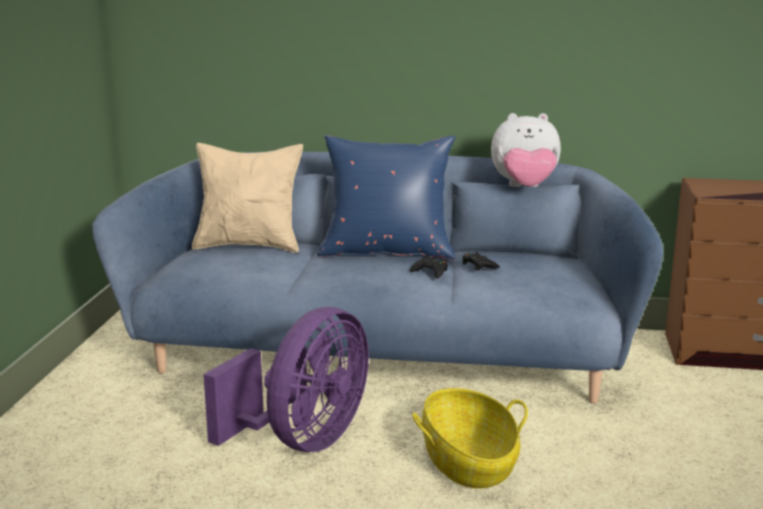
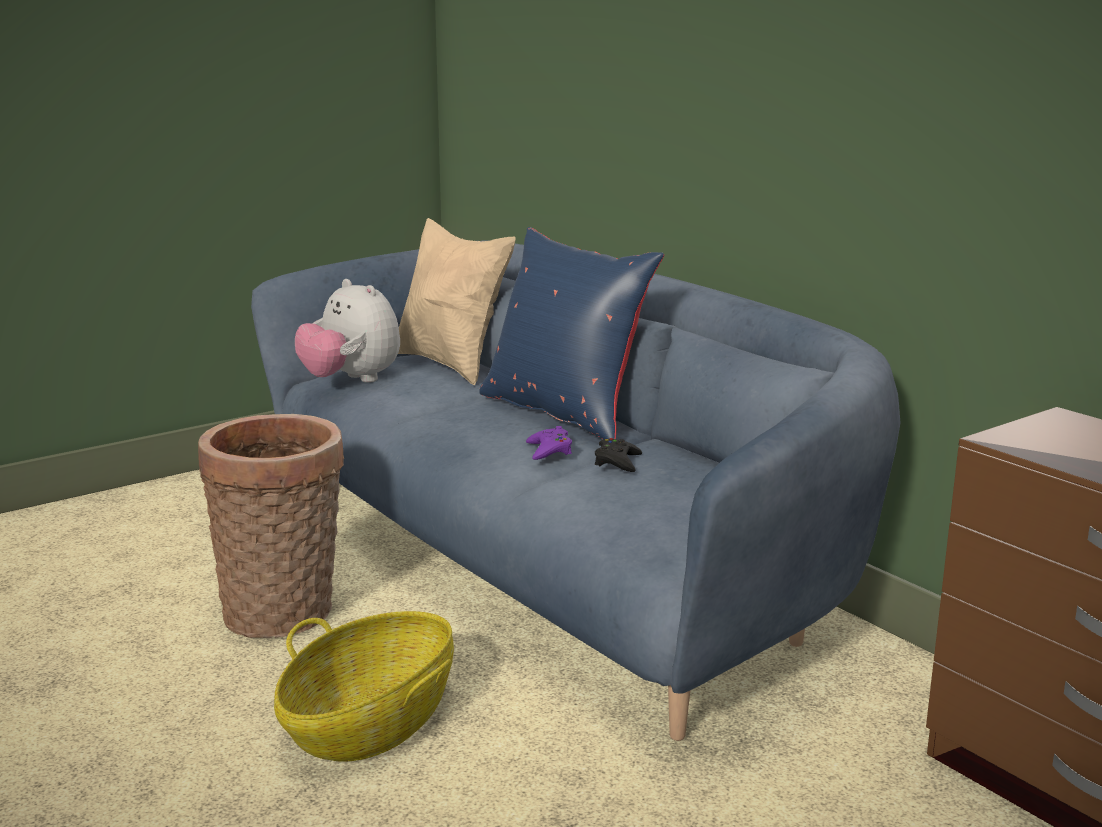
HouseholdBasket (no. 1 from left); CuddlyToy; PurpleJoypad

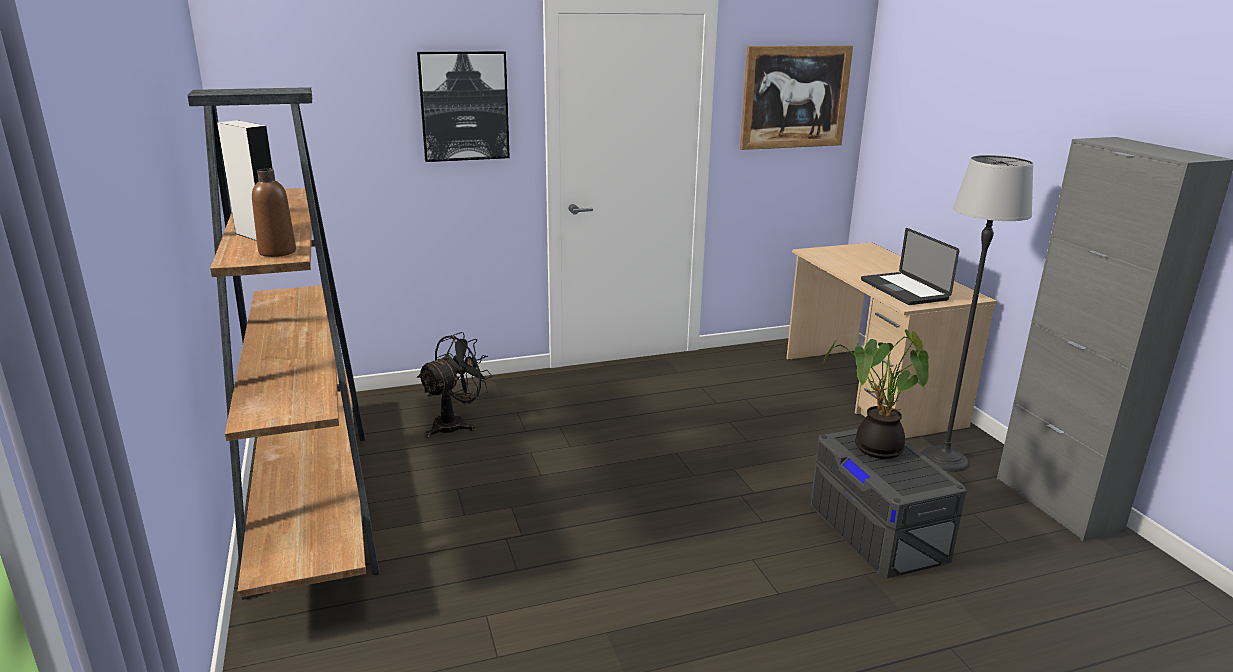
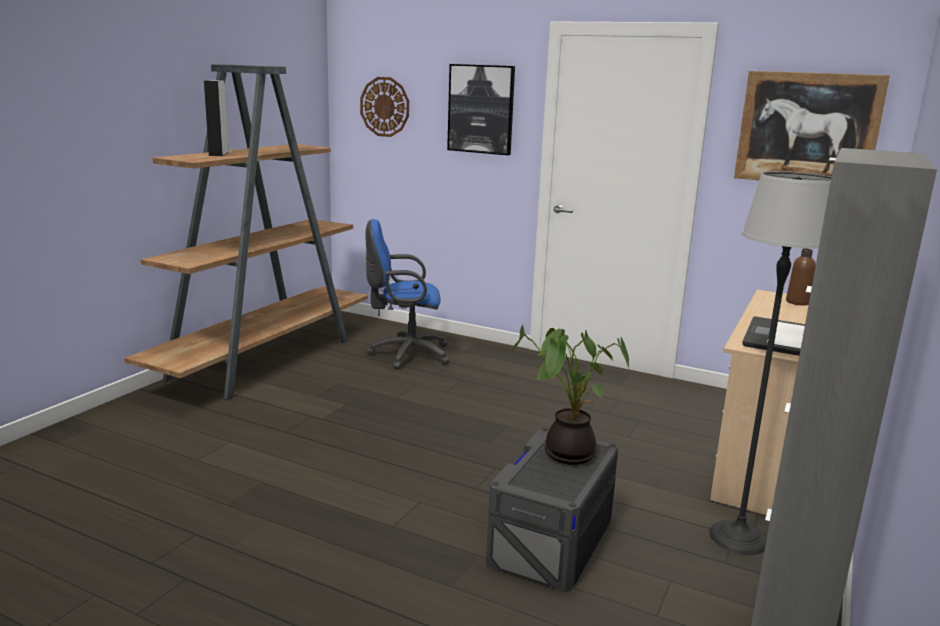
HangingClock; BluishDeskChair; BrownBottle

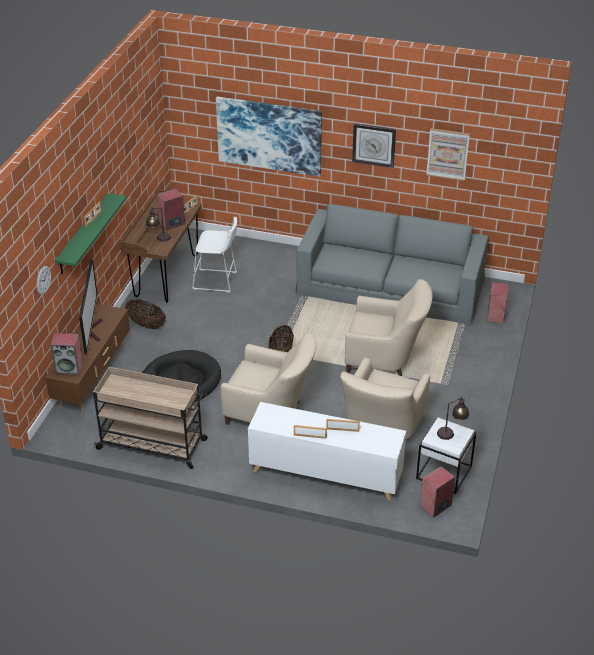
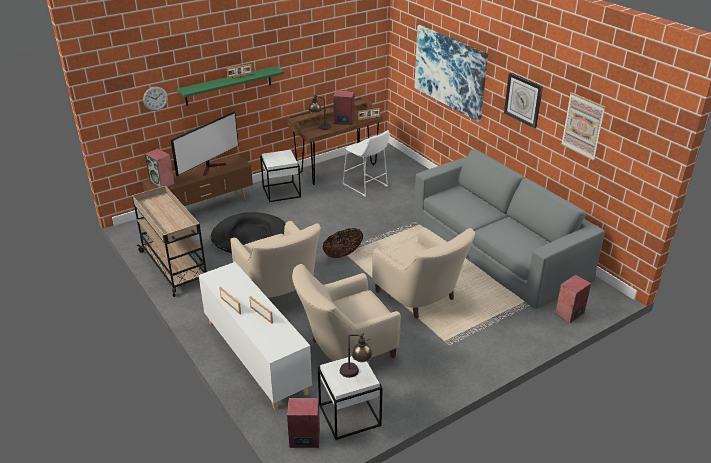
WhiteColouredAccentTable (no. 1 from left)

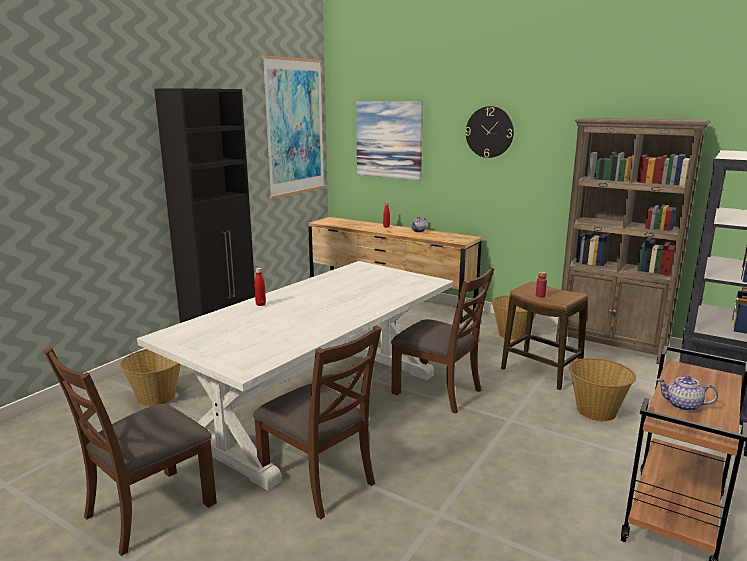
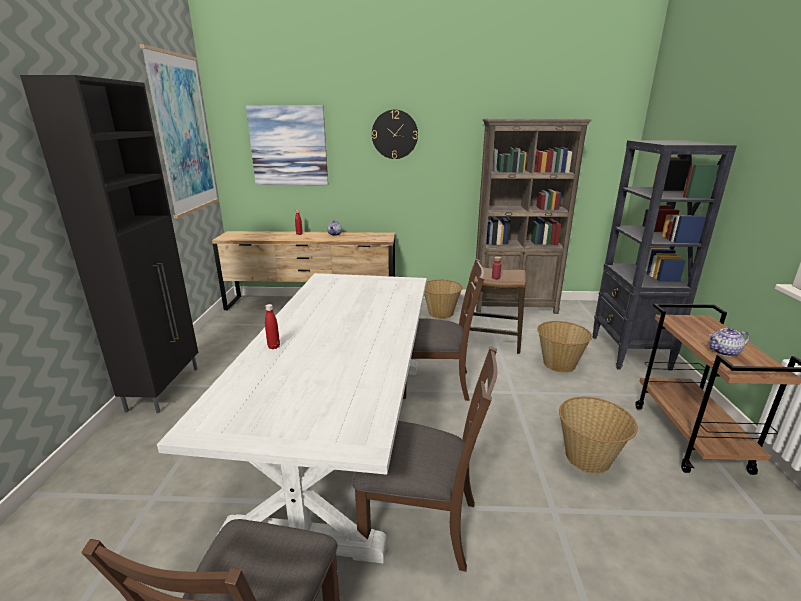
HouseholdBasket (no. 3 from left)

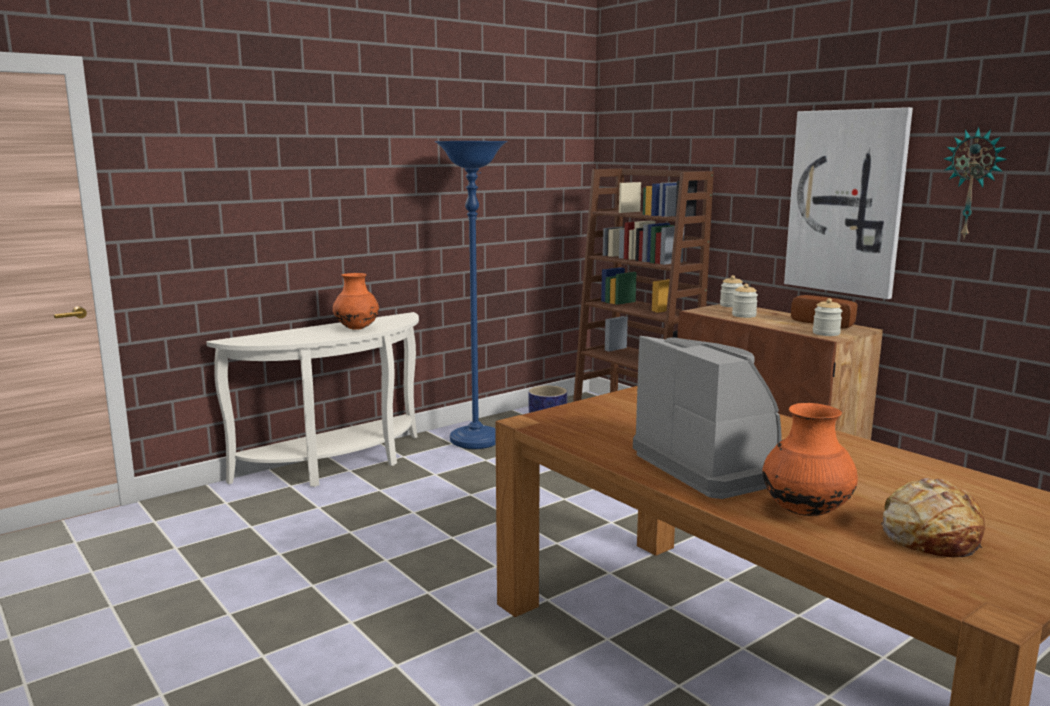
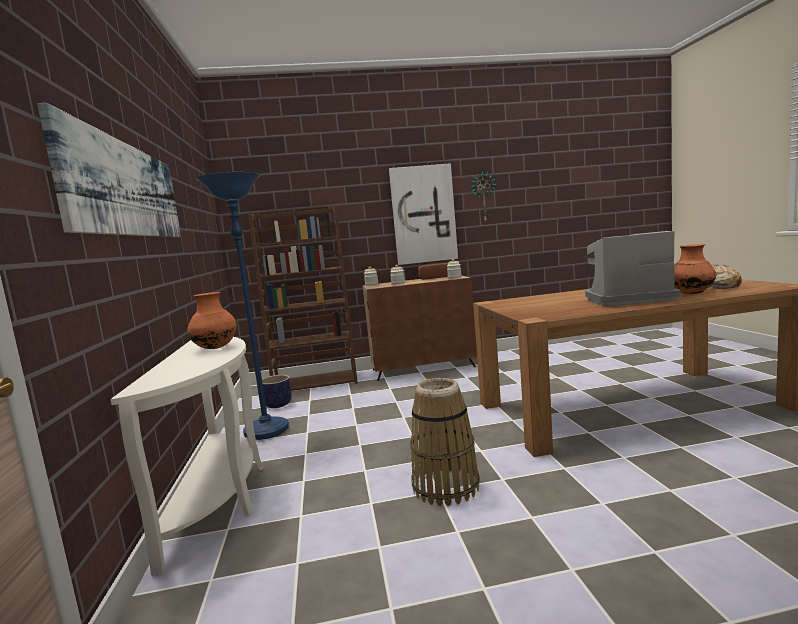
Picture (no. 1 from left); HouseholdBasket

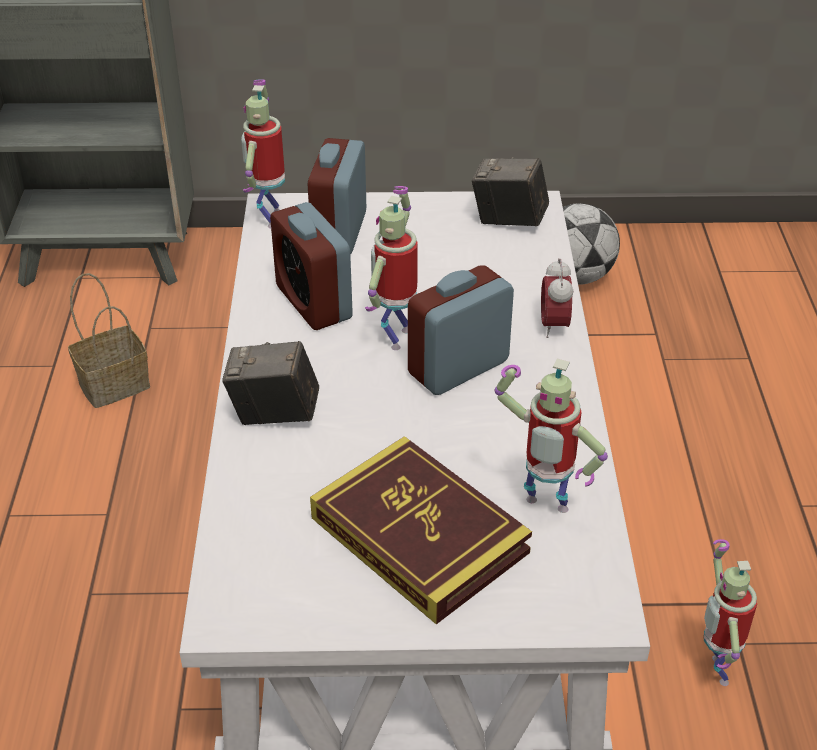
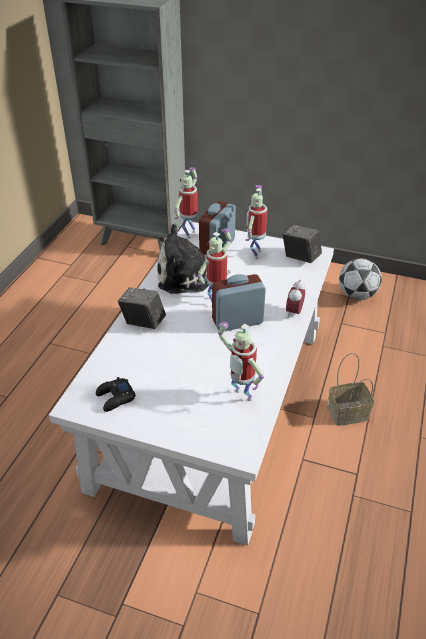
BlackColouredJoypad; CuddlyToy; ModelRobot (no. 4 from left); HouseholdBasket; BoundBook

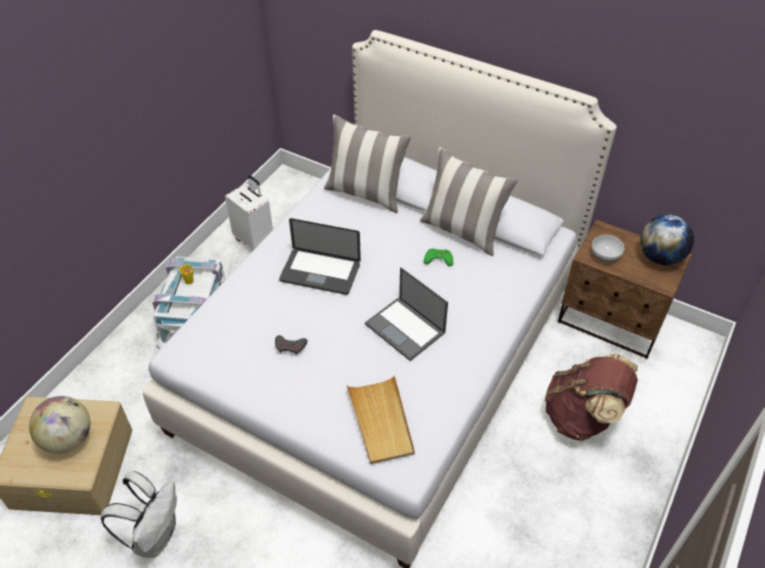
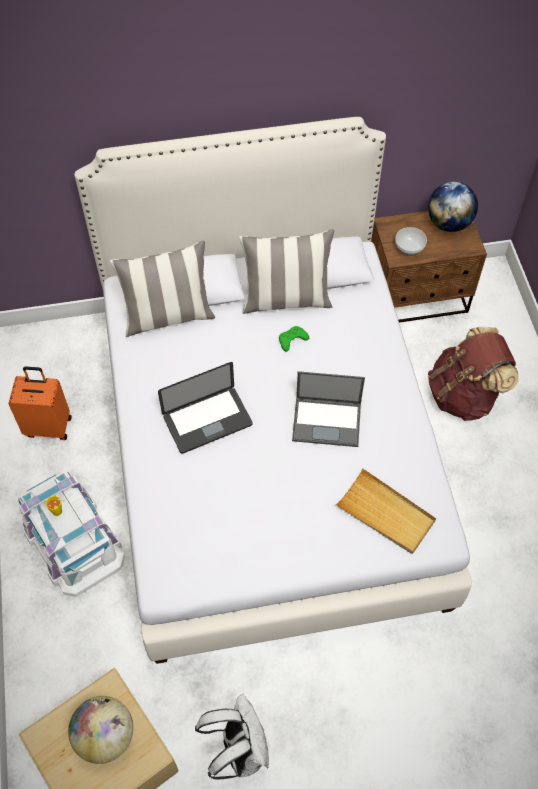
OrangeyTravelCase; GreyishJoypad

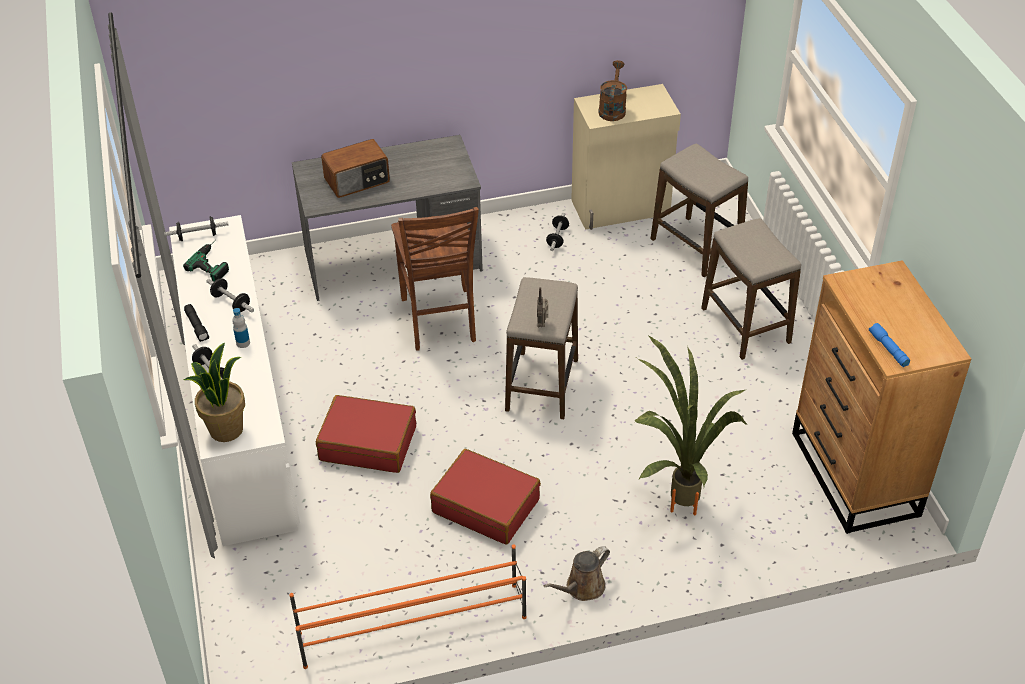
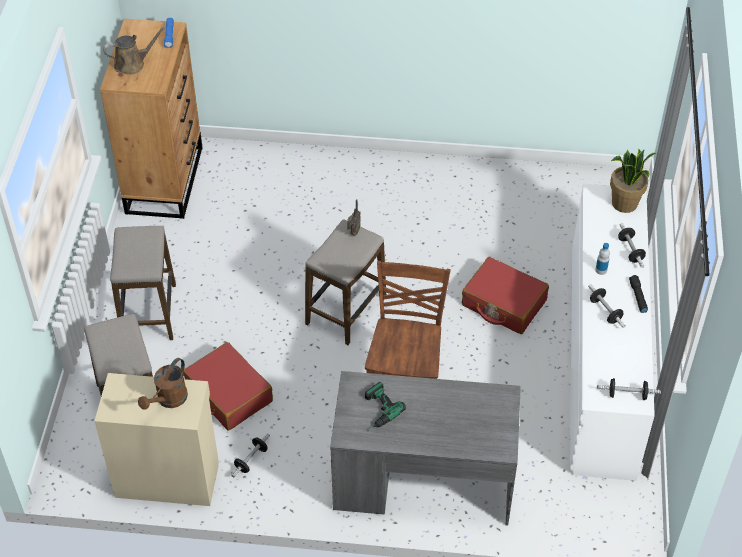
BrownWateringPot (no. 1 from left); ReddishTravelCase (no. 1 from left); Drill; OrangeyShoeShelf; RadioReceiver (no. 1 from left in the first image); PottedPlant (no. 2 from left in the first image)

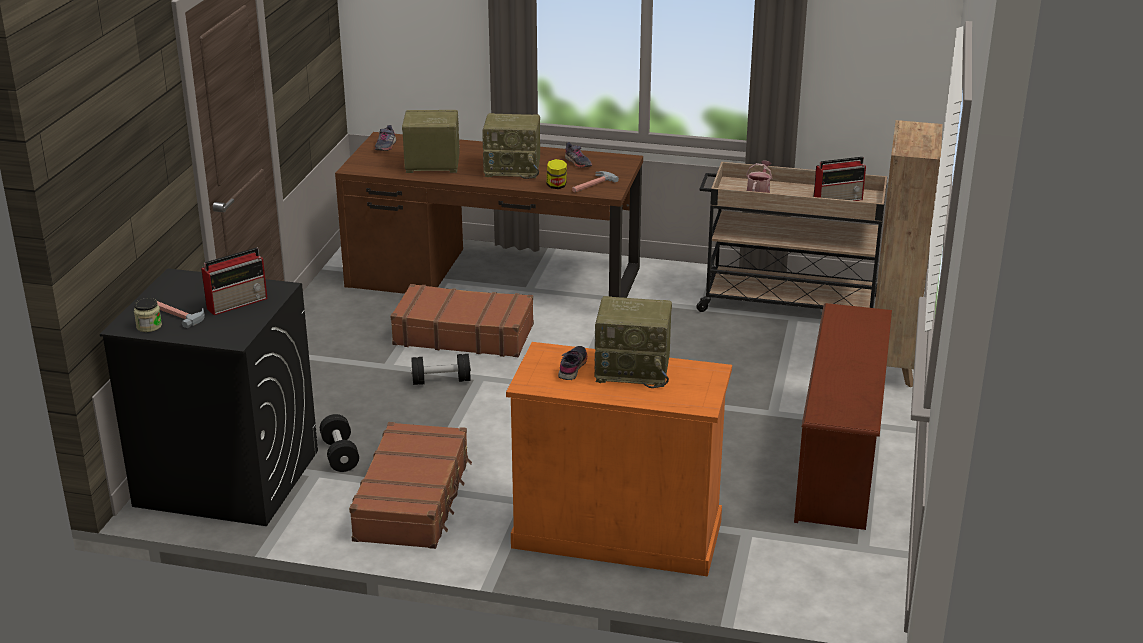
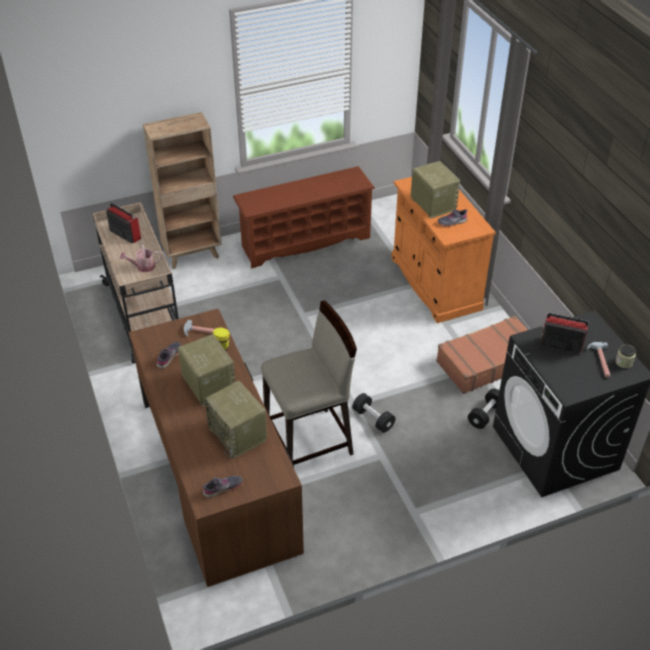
SandColouredSittingStool

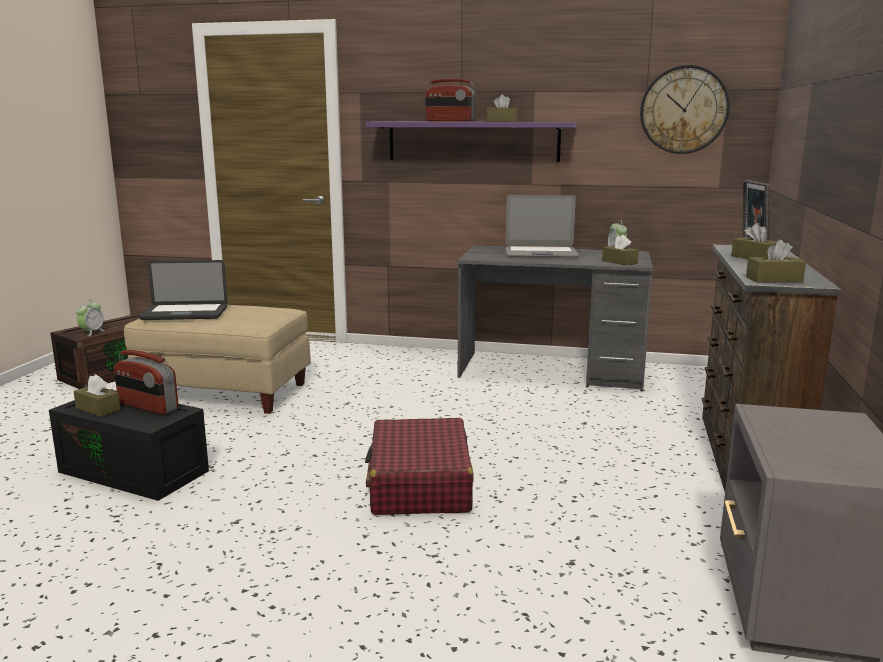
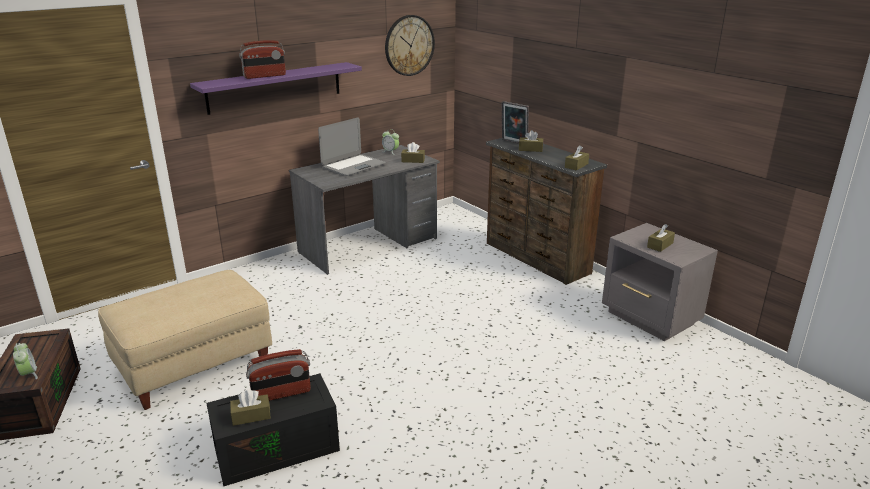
BrownBoxOfTissues (no. 5 from left); PortableComputer (no. 1 from left in the first image); ReddishTravelCase

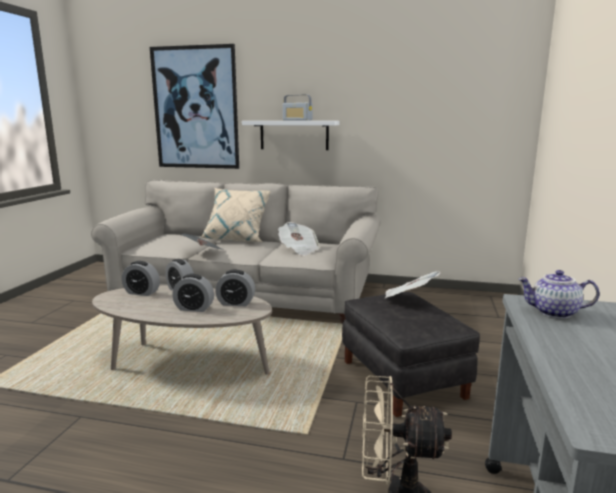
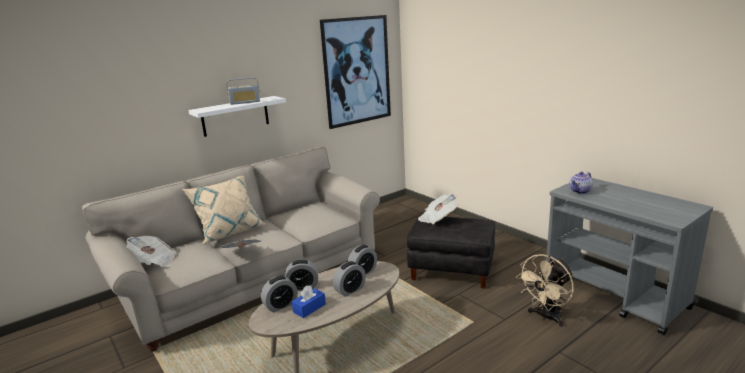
DailyPaper (no. 1 from left); BluishBoxOfTissues; Picture

